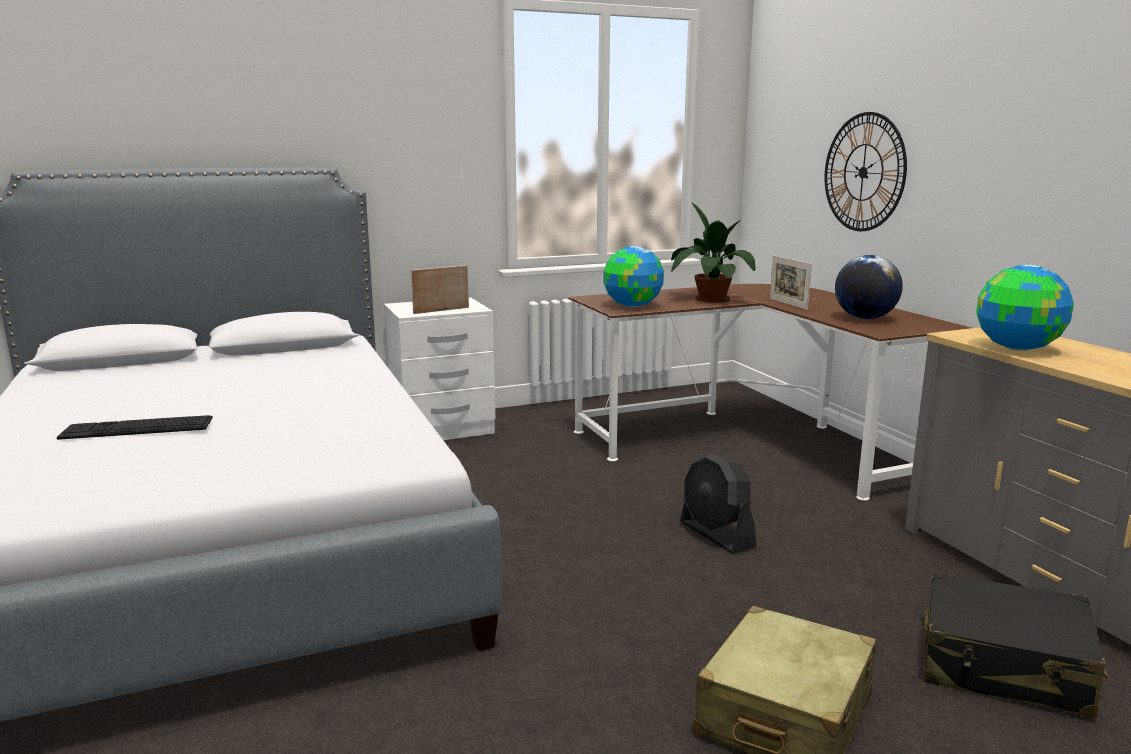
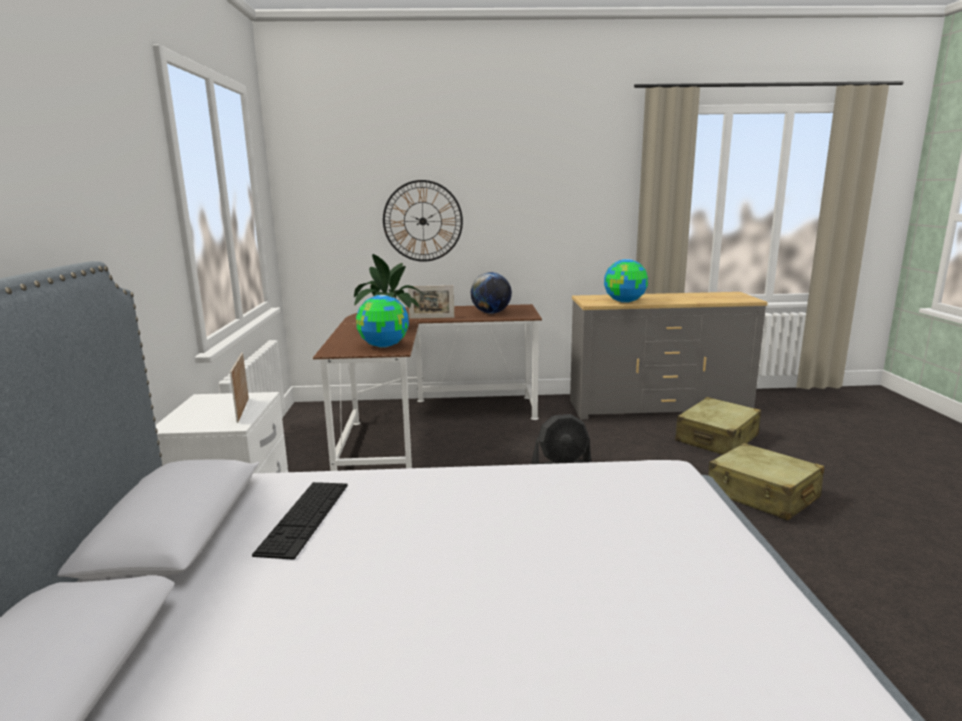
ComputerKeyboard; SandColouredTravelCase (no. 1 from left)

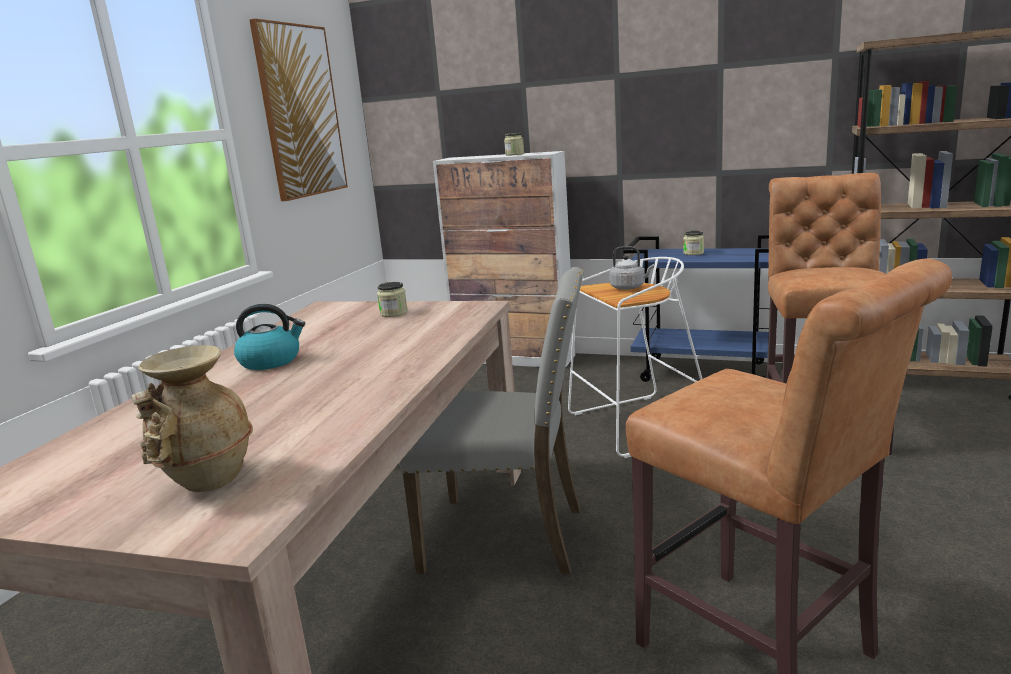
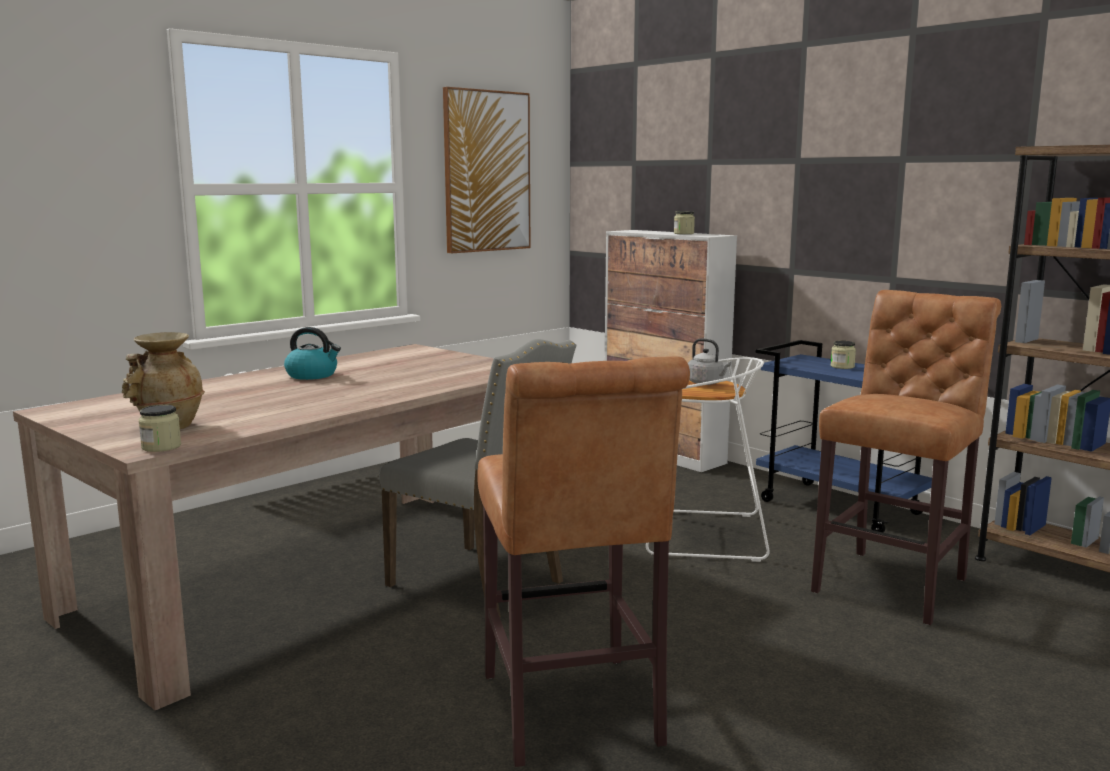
Jar (no. 1 from left)

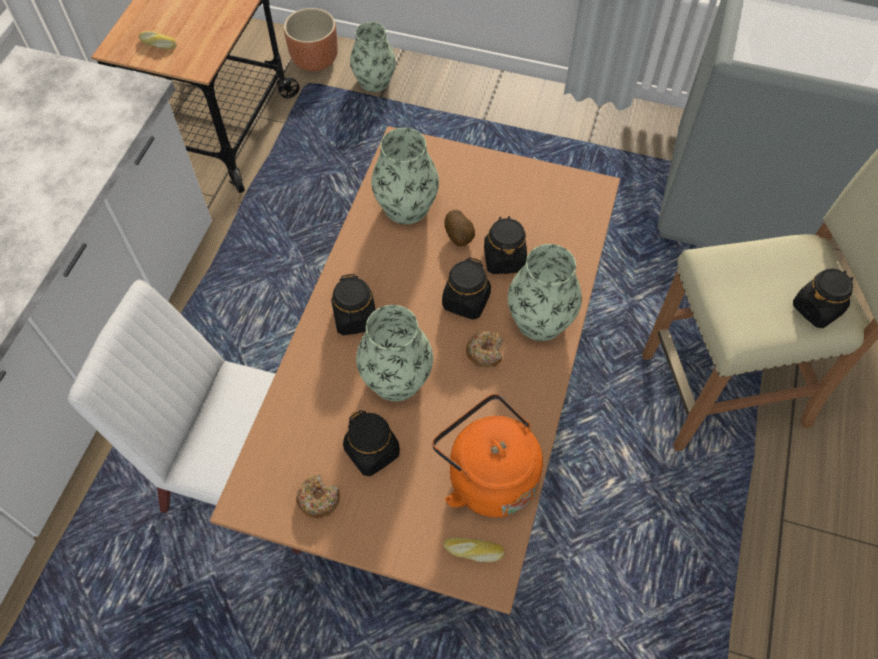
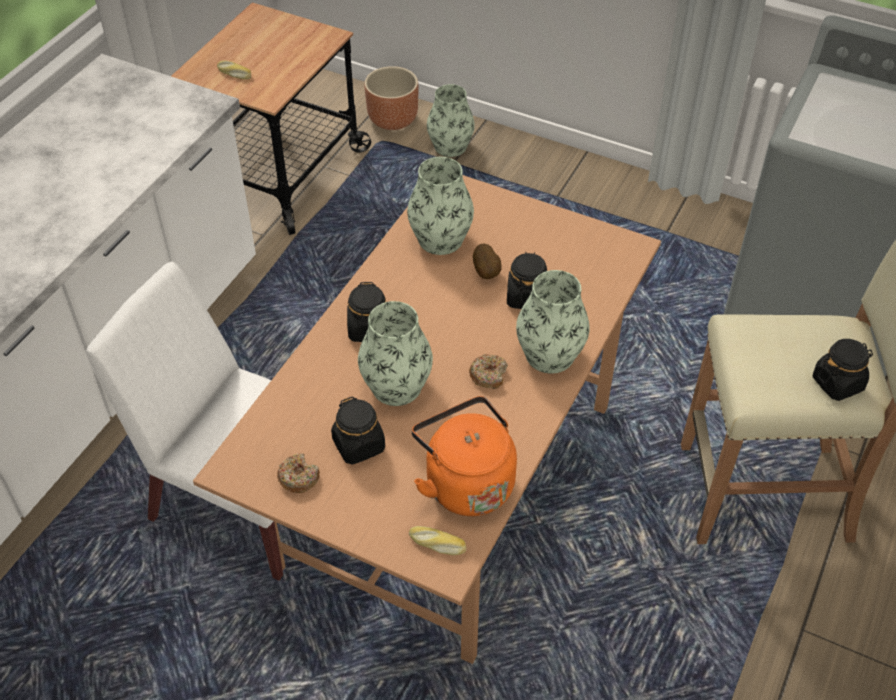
BlackColouredJar (no. 3 from left in the first image)

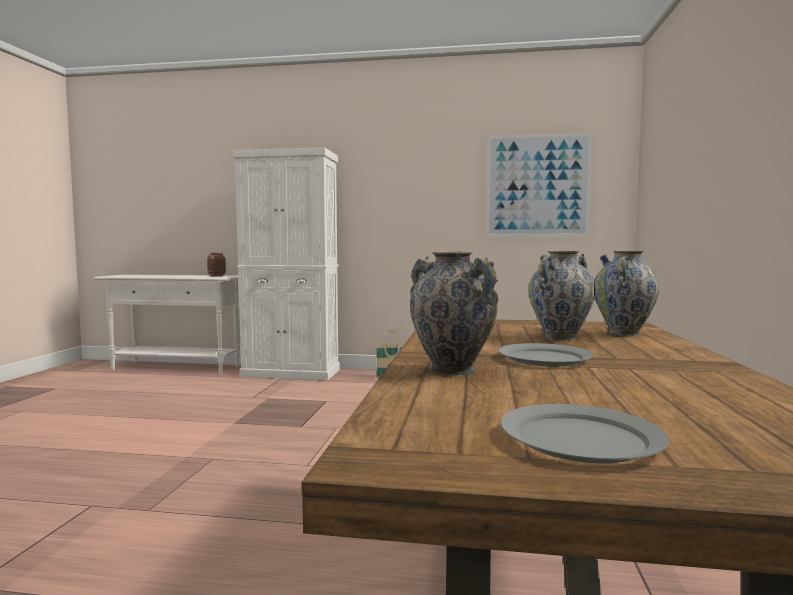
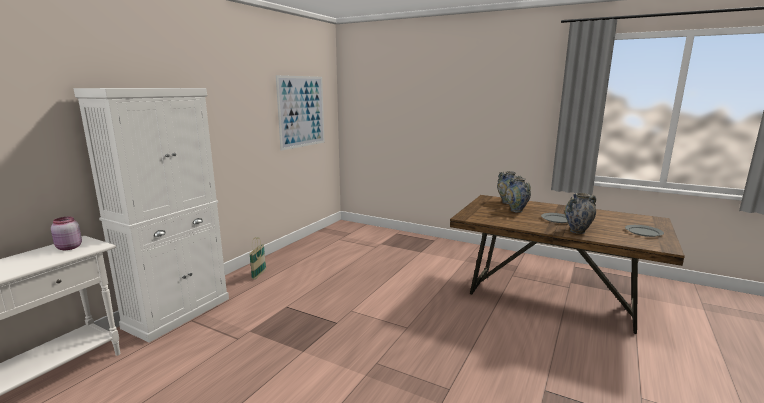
PinkishJar

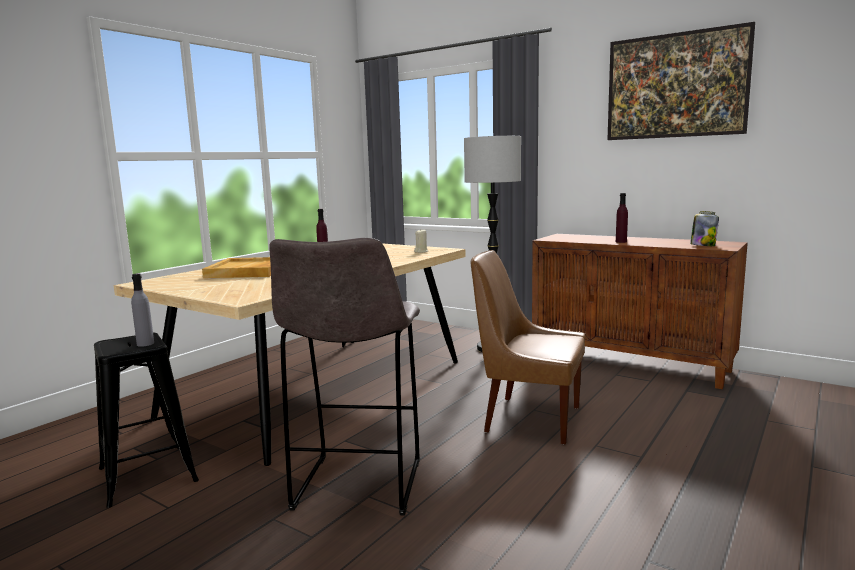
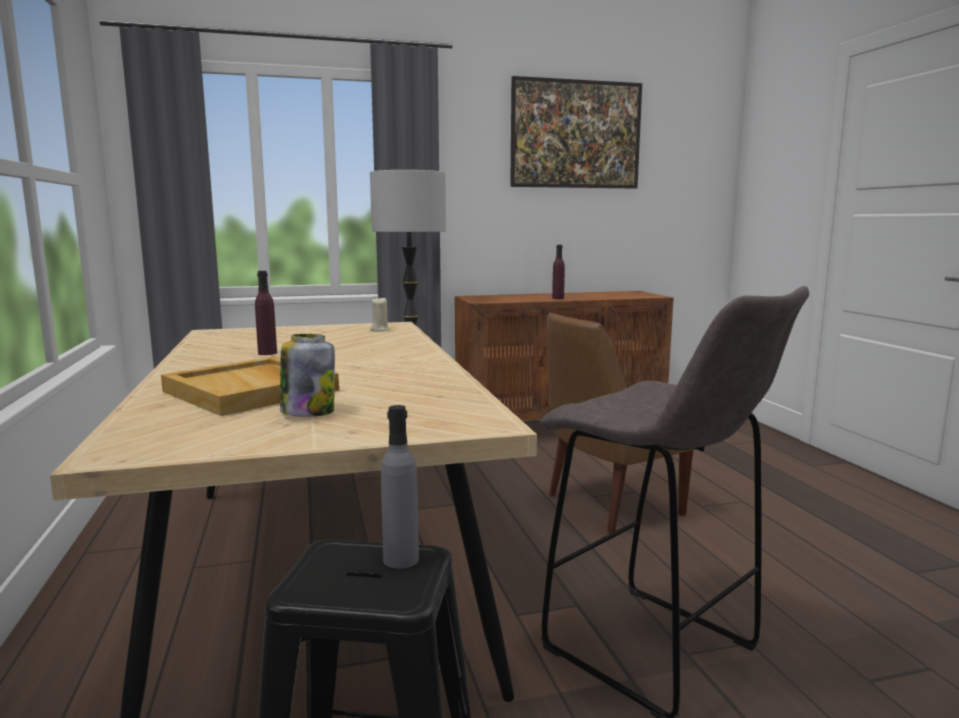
Jar

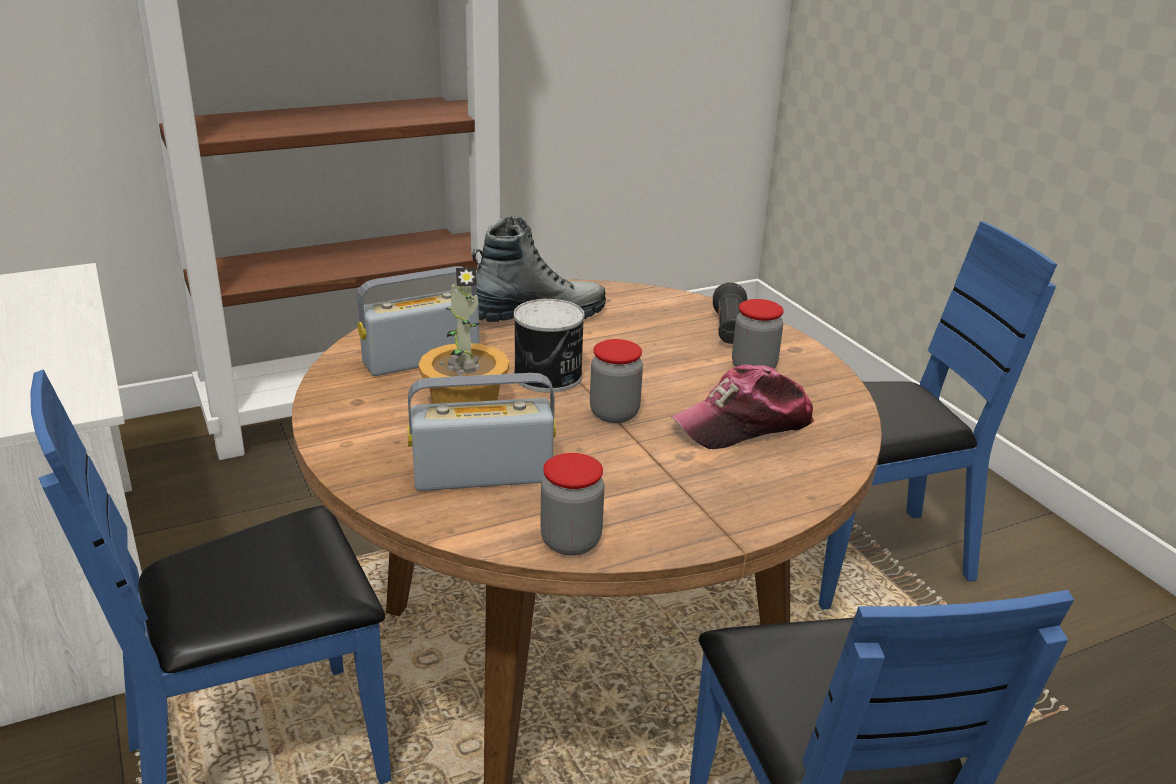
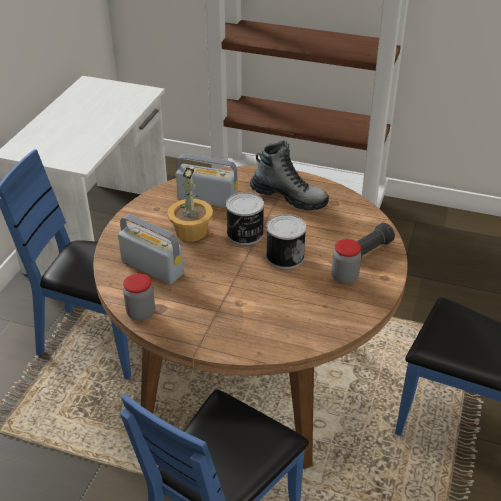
SealedCan (no. 2 from left); Jar (no. 2 from left in the first image); Cap

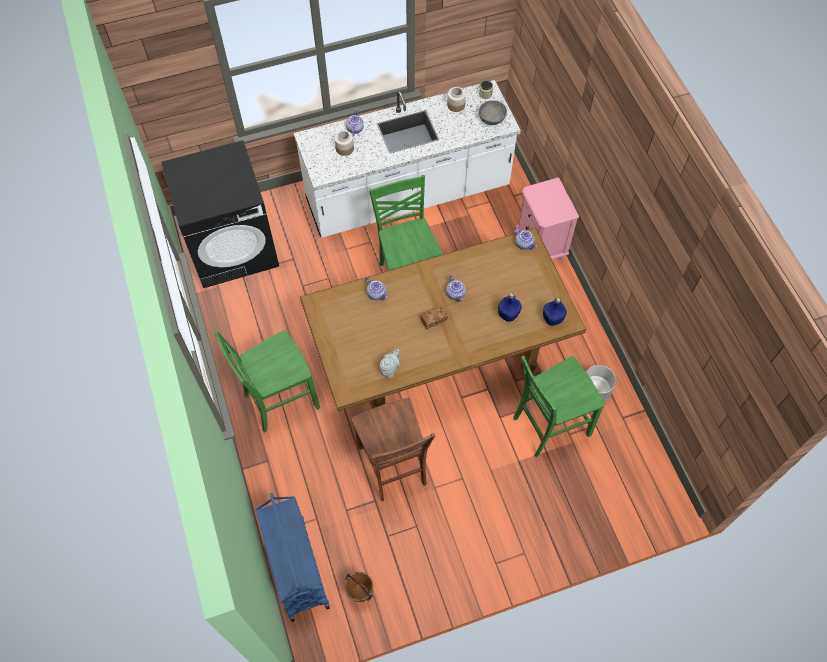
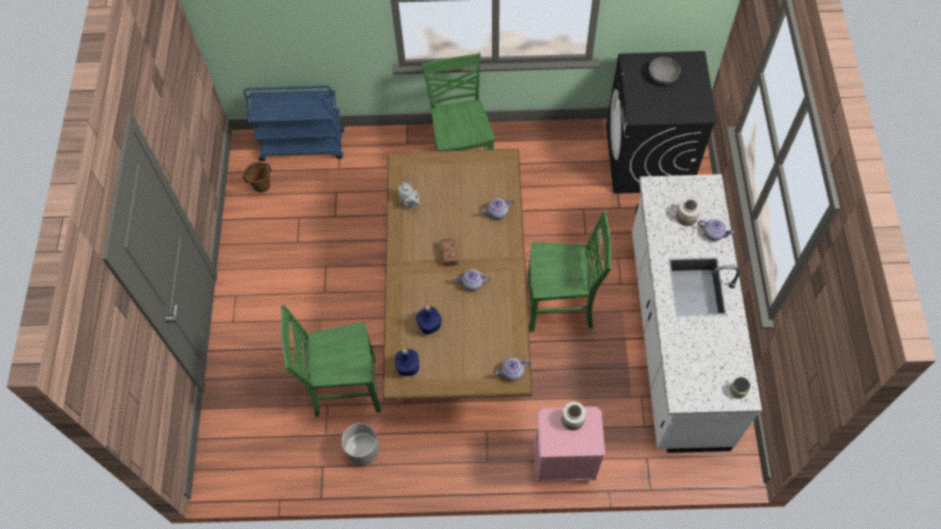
GreenishPlainChair (no. 1 from left); Jar (no. 1 from left); GreyishDeepDish; BrownPlainChair

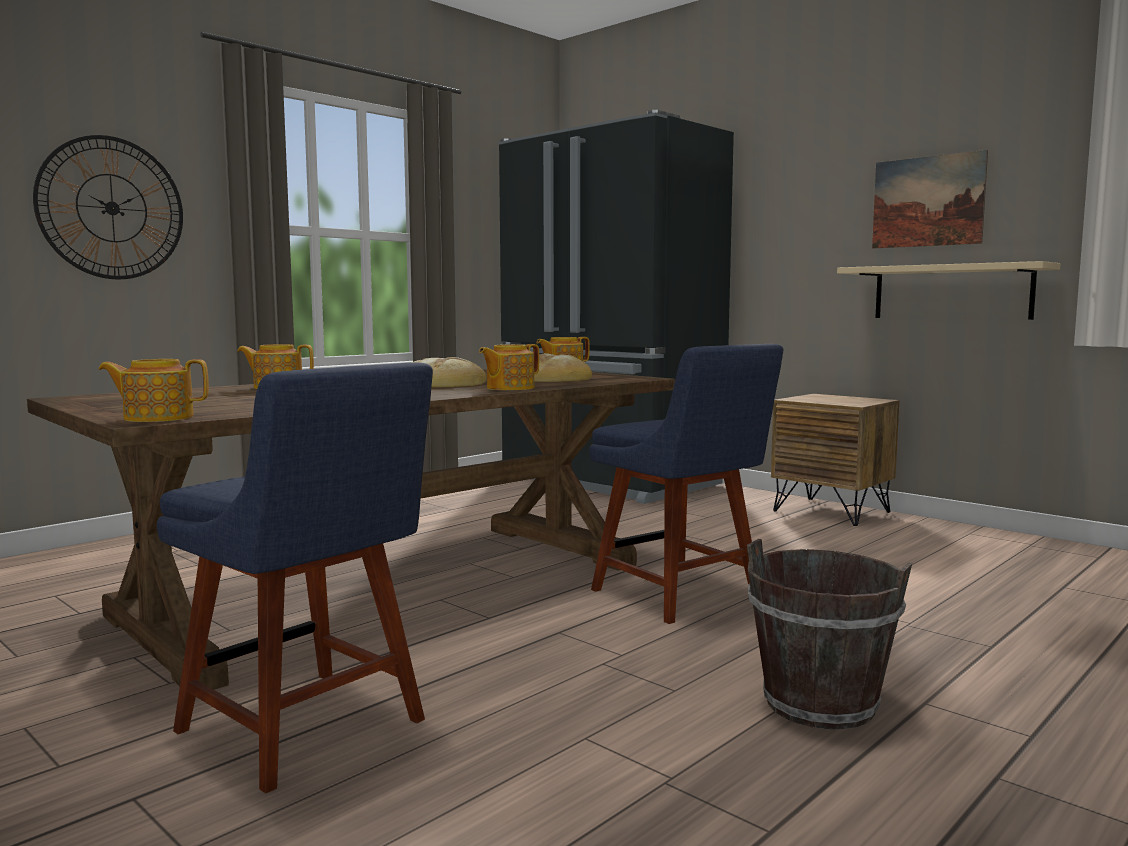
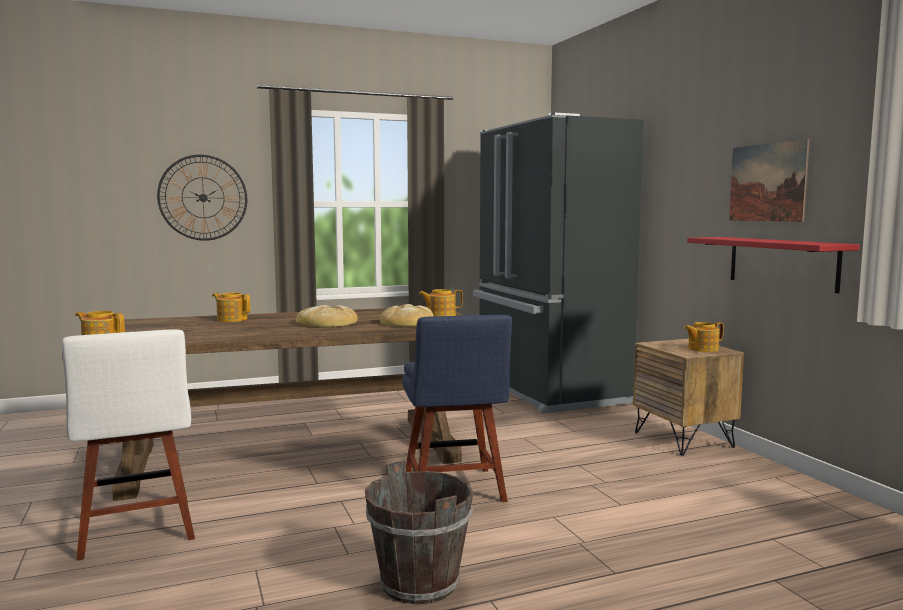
WhiteColouredPlainChair; TeaPot (no. 4 from left); ReddishBracketShelf

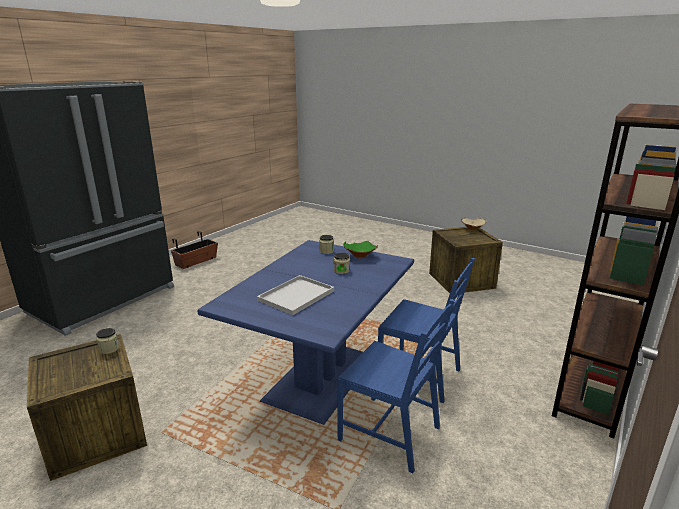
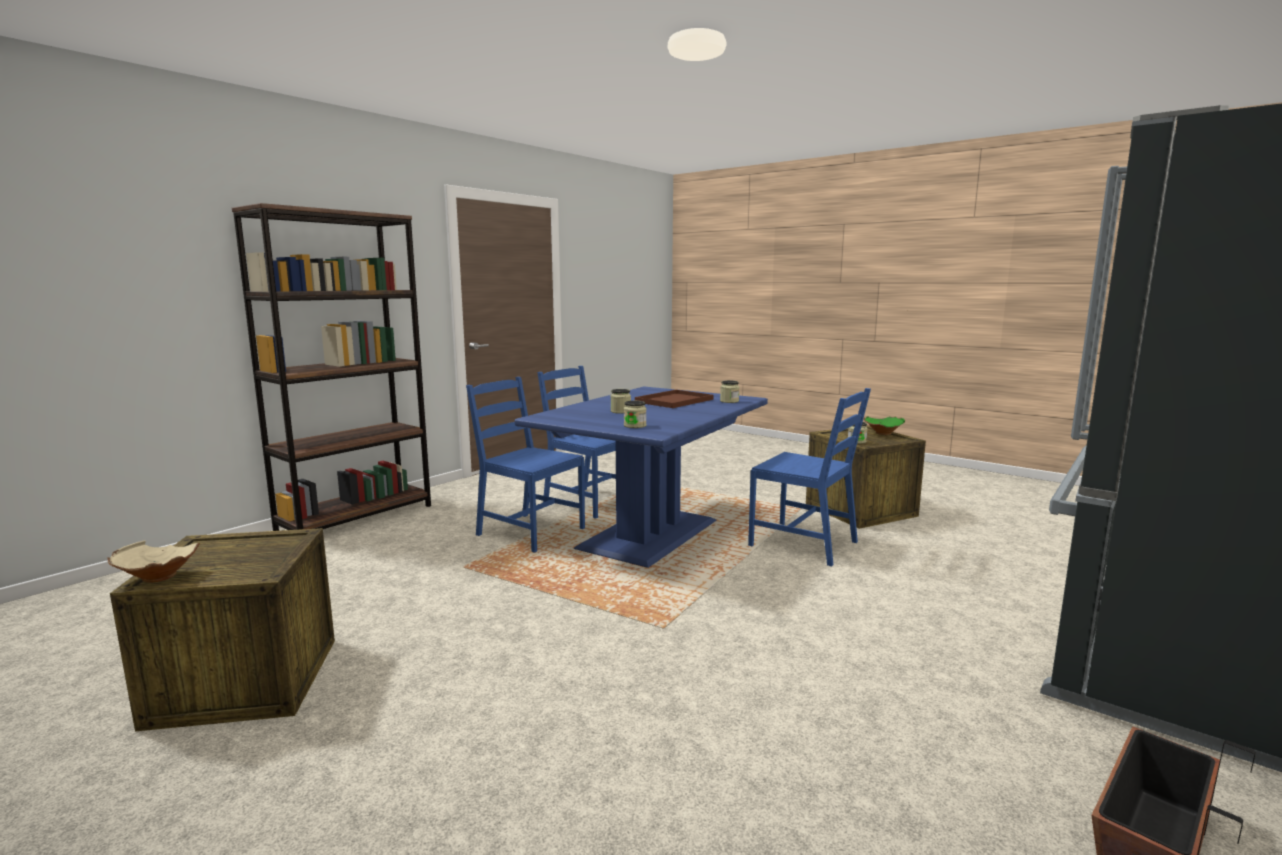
BrownTray; Jar (no. 3 from left); BluishPlainChair (no. 3 from left); GreenishDeepDish

